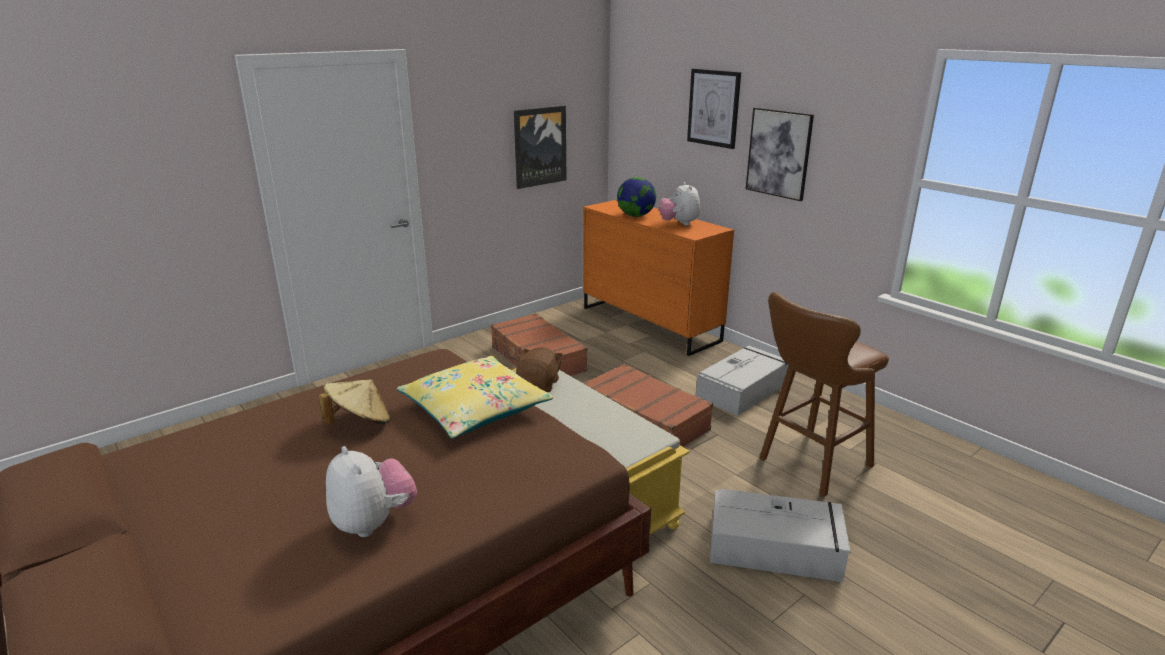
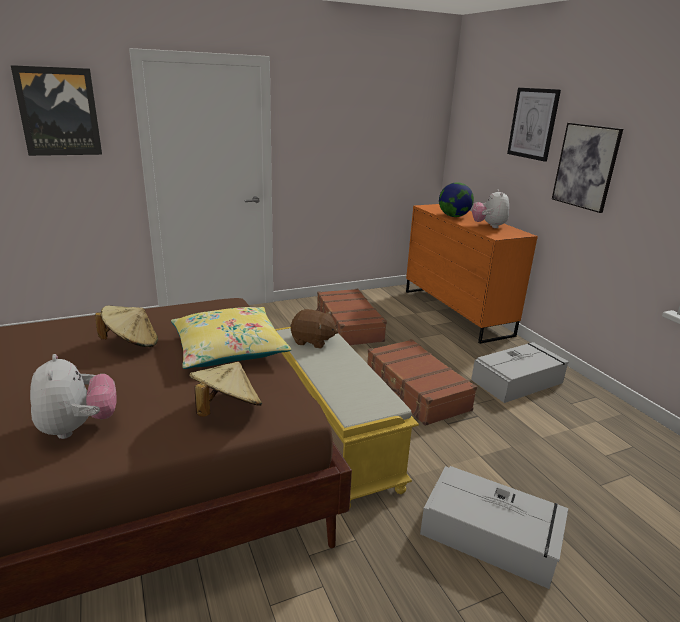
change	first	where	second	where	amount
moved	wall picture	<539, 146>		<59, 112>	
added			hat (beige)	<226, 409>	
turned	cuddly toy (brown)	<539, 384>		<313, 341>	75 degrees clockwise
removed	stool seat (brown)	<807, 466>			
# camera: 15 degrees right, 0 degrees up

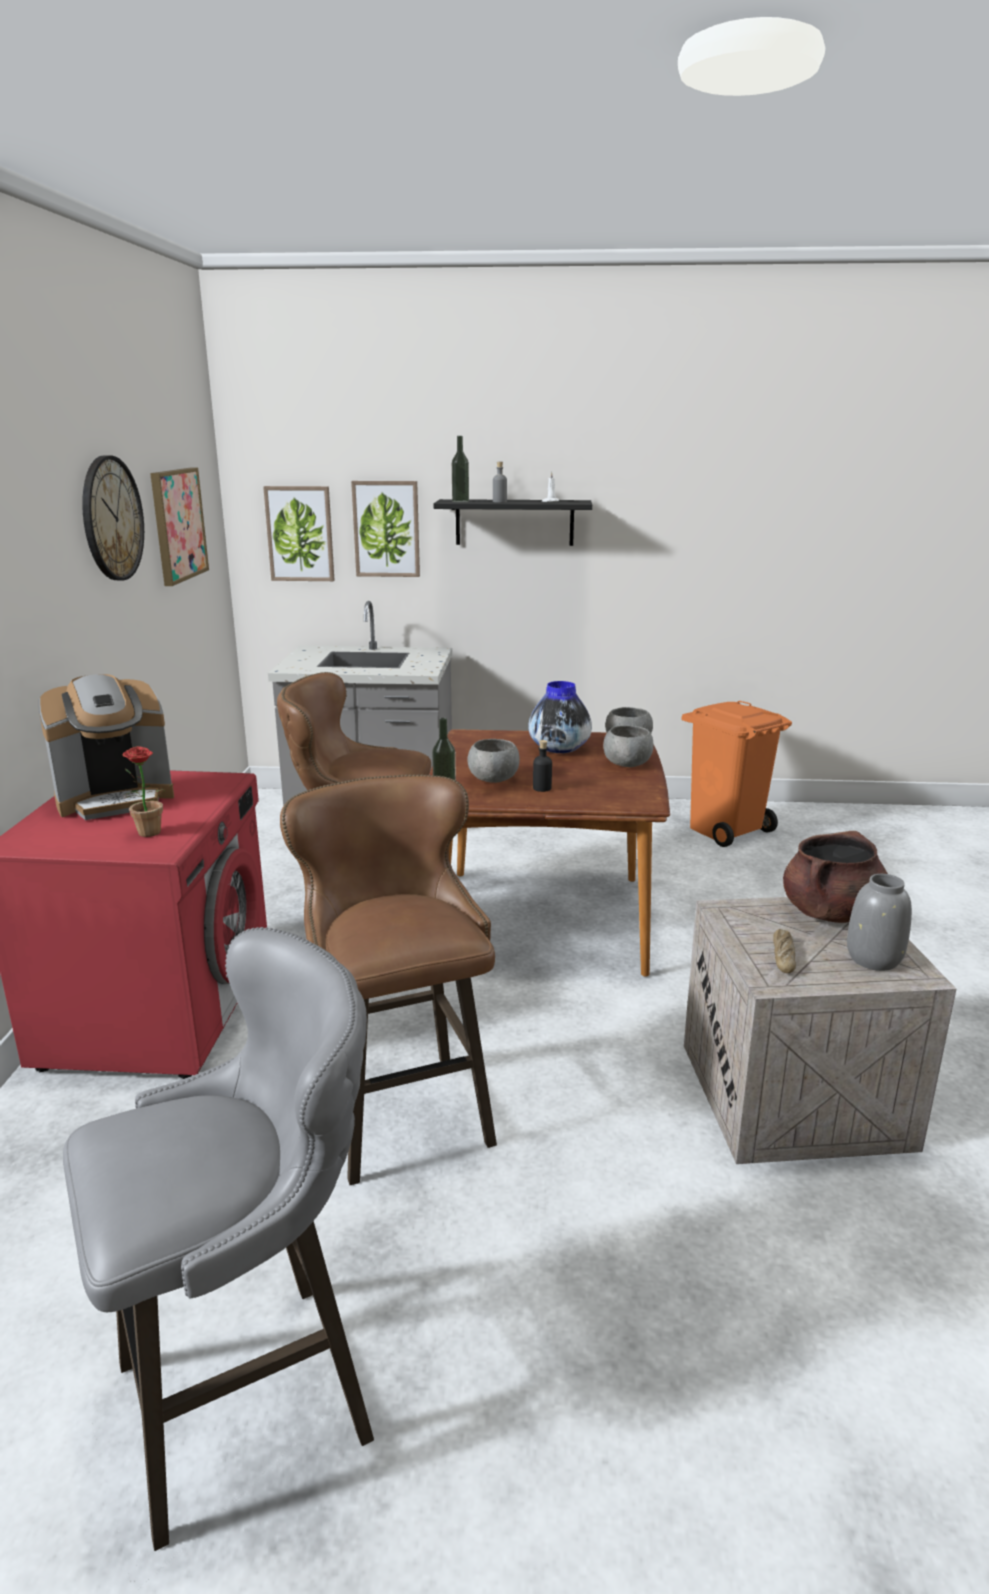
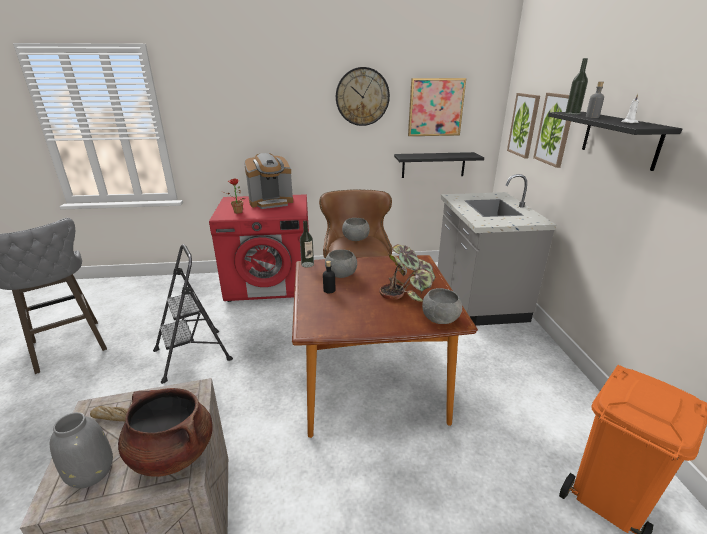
change	first	where	second	where	amount
replaced	stool seat (brown)	<401, 1110>	step stool (black-coloured)	<195, 353>	
turned	coffee maker	<116, 799>		<271, 202>	75 degrees counterclockwise
moved	serving bowl (grey)	<626, 764>		<355, 239>	
replaced	decorative vase	<559, 749>	plant in a pot	<408, 291>	
added			shelf (black-coloured)	<433, 165>	
# camera: 80 degrees right, 5 degrees up

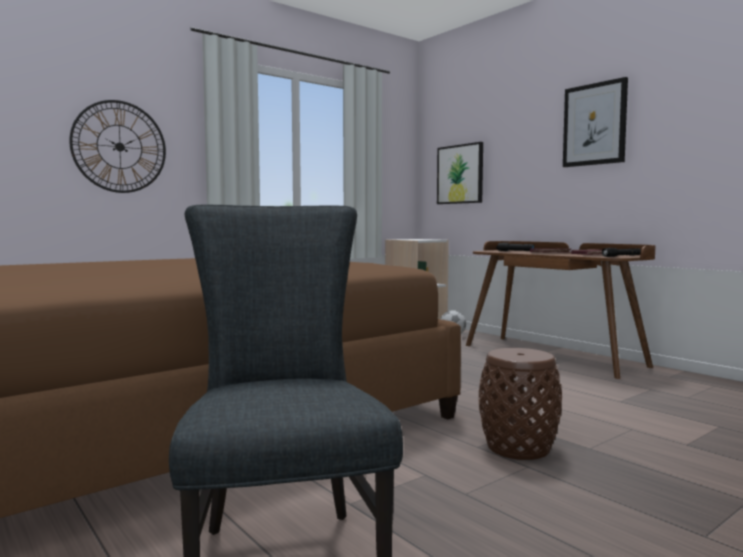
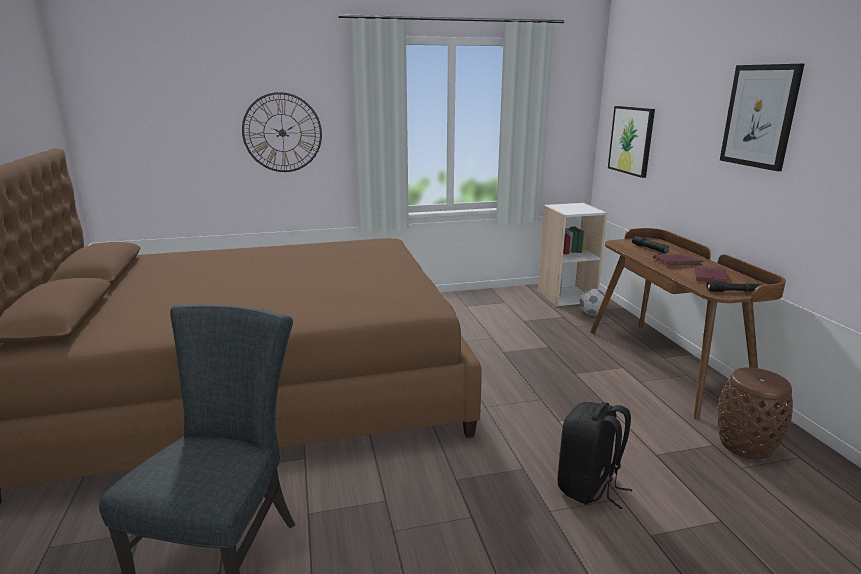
change	first	where	second	where	amount
added			knapsack (black-coloured)	<589, 487>	
moved	stool seat (brown)	<518, 448>		<745, 444>	
# camera: 25 degrees right, 15 degrees up

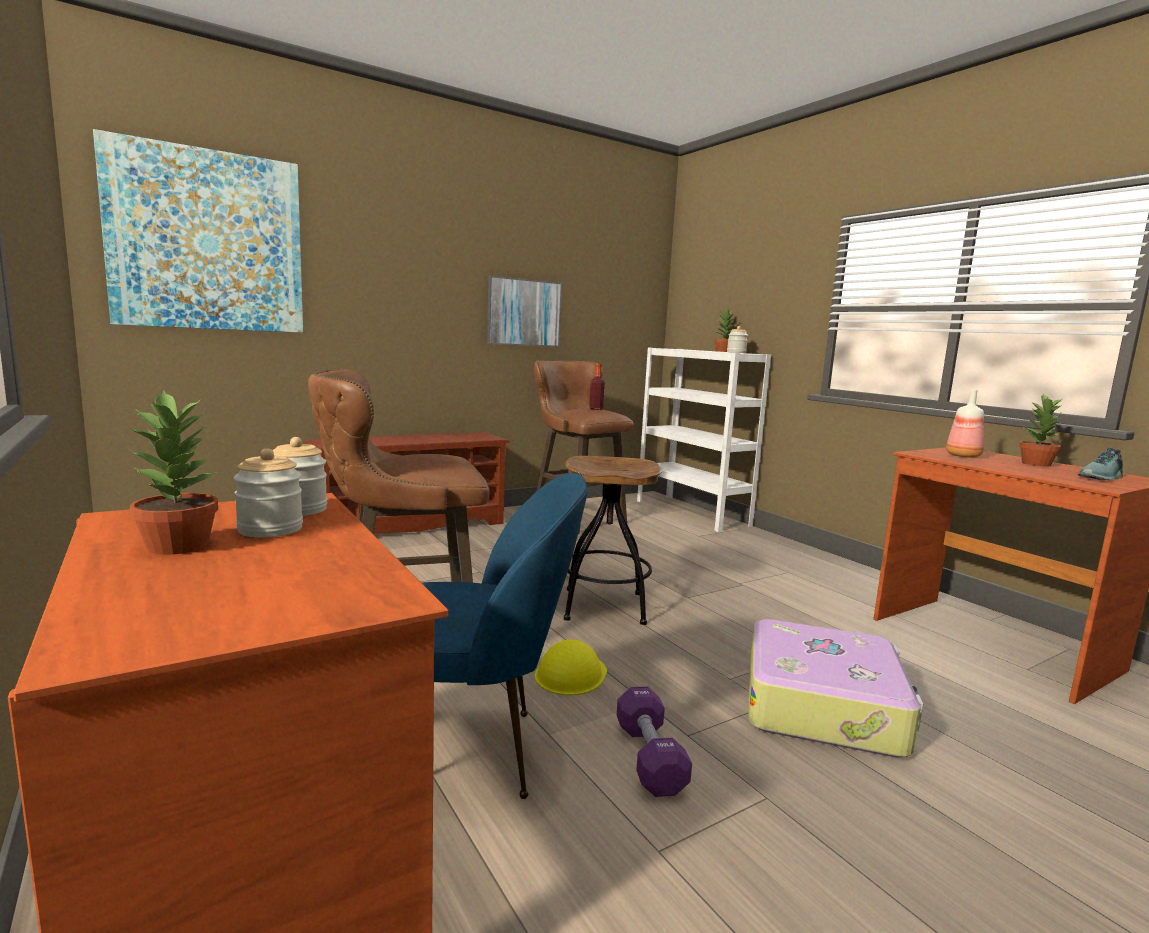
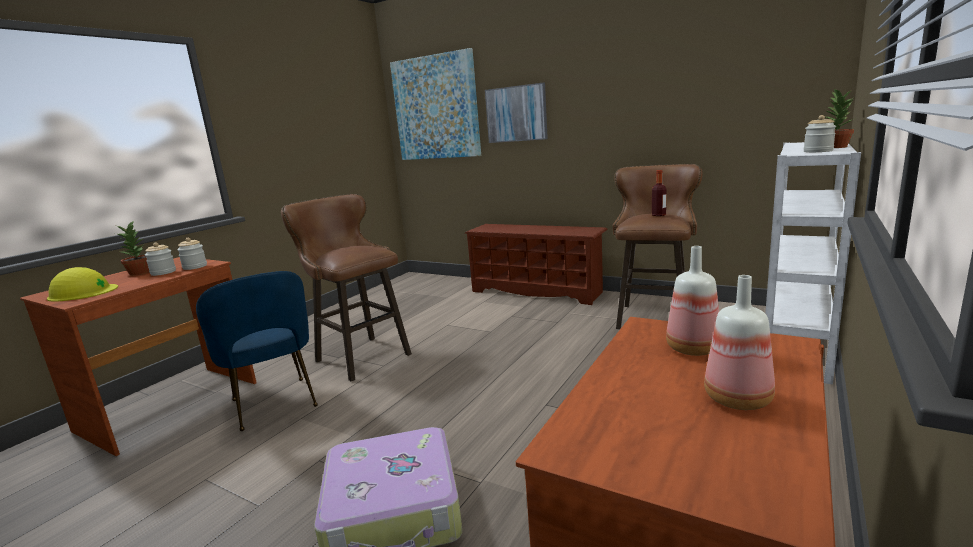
change	first	where	second	where	amount
moved	hard hat (yellowish)	<571, 674>		<83, 292>	
moved	wall picture	<524, 312>		<516, 114>	
replaced	plant in a pot	<1036, 464>	beverage bottle	<740, 399>	
removed	stool seat (brown)	<605, 606>			
removed	hand weight (purple-coloured)	<649, 758>			
removed	low shoe	<1102, 478>			
# camera: 65 degrees right, 5 degrees up

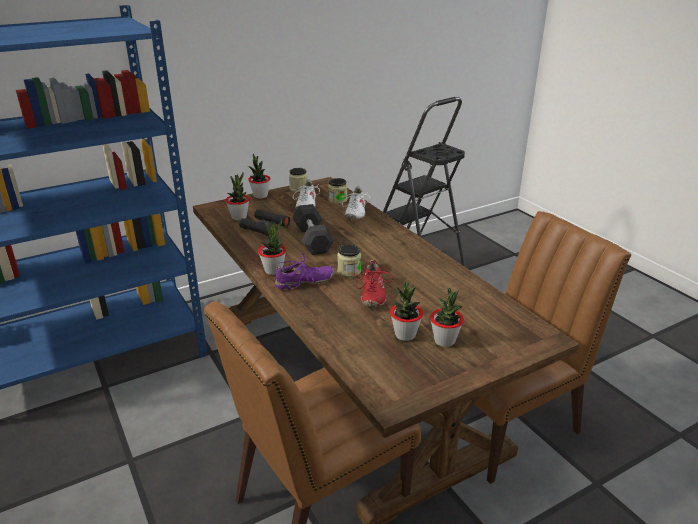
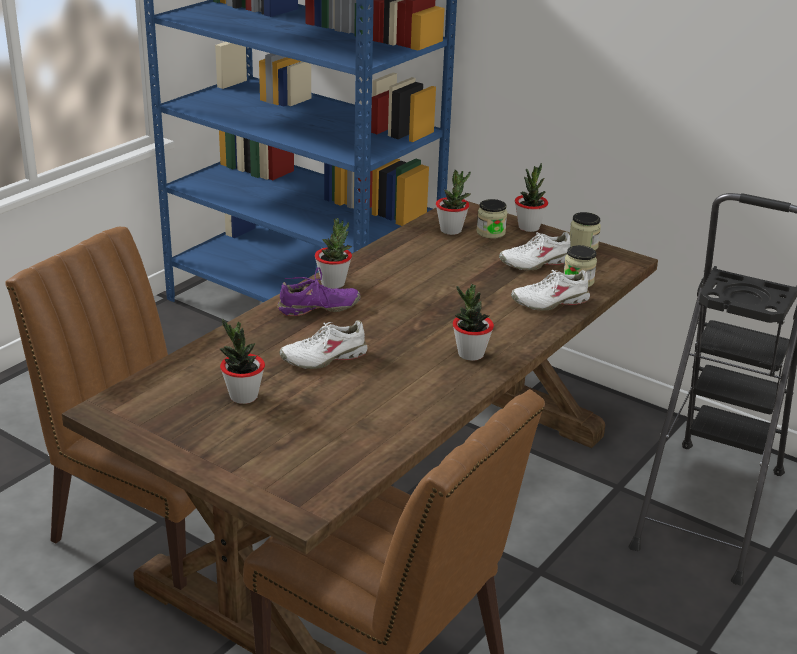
change	first	where	second	where	amount
turned	low shoe (purple-coloured)	<305, 283>		<318, 309>	60 degrees counterclockwise
recoloured	low shoe (red-coloured)	<372, 294>	low shoe (whitish)	<324, 358>	
moved	plant in a pot	<444, 341>		<470, 354>	
moved	storage jar	<349, 271>		<490, 232>	
removed	binoculars (black-coloured)	<265, 227>			
removed	hand weight (grey)	<312, 240>			
# camera: 65 degrees right, 0 degrees up

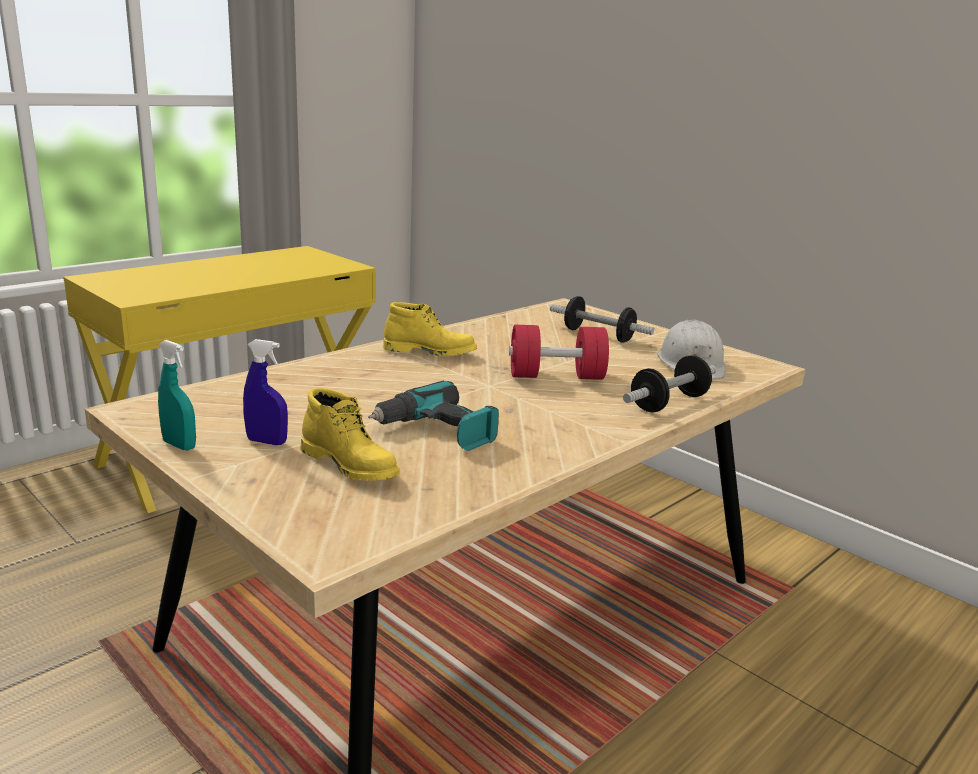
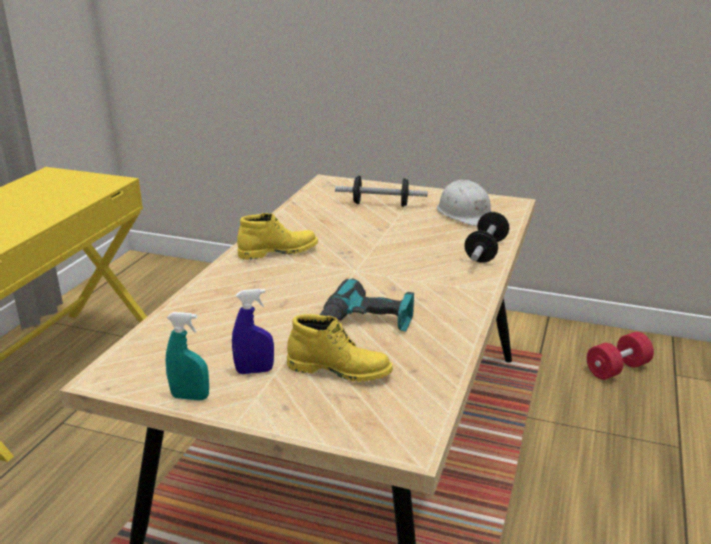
change	first	where	second	where	amount
moved	hand weight (red-coloured)	<556, 376>		<617, 369>	
# camera: 25 degrees left, 5 degrees up

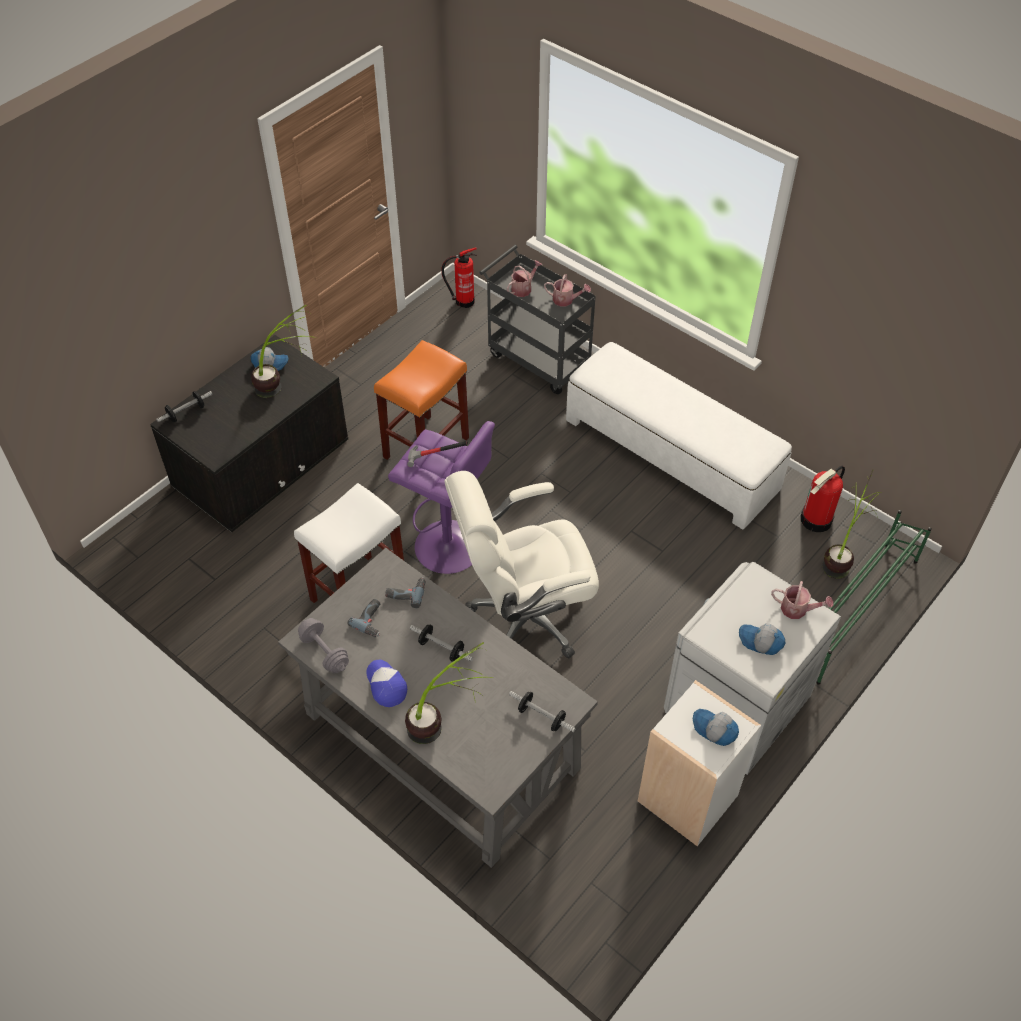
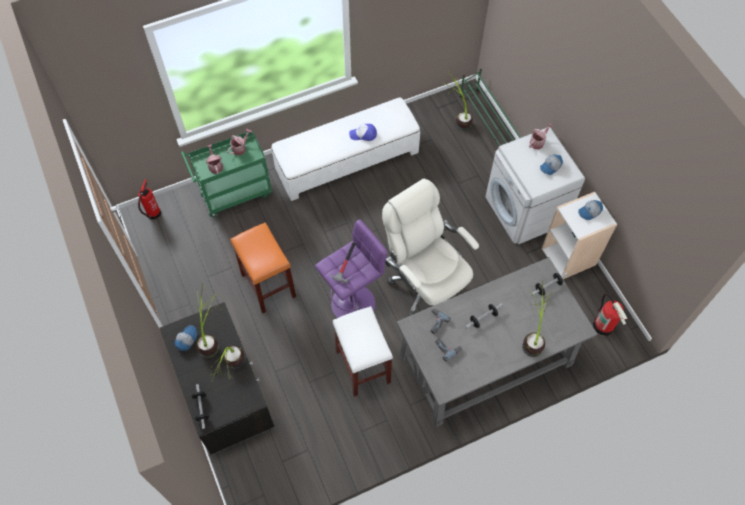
change	first	where	second	where	amount
recoloured	trolley (grey)	<536, 363>	trolley (green)	<234, 196>	
added			plant in a pot	<232, 371>	
moved	peaked cap	<386, 685>		<363, 134>	
turned	office chair (whitish)	<523, 619>		<425, 285>	135 degrees clockwise
moved	fire-fighting cylinder	<816, 520>		<604, 325>	
removed	hand weight (grey)	<324, 652>			
# camera: 65 degrees left, 10 degrees up

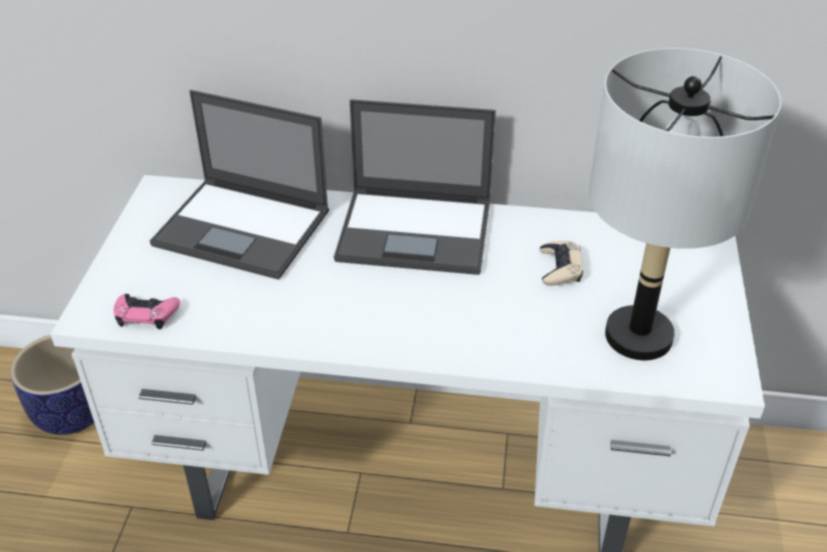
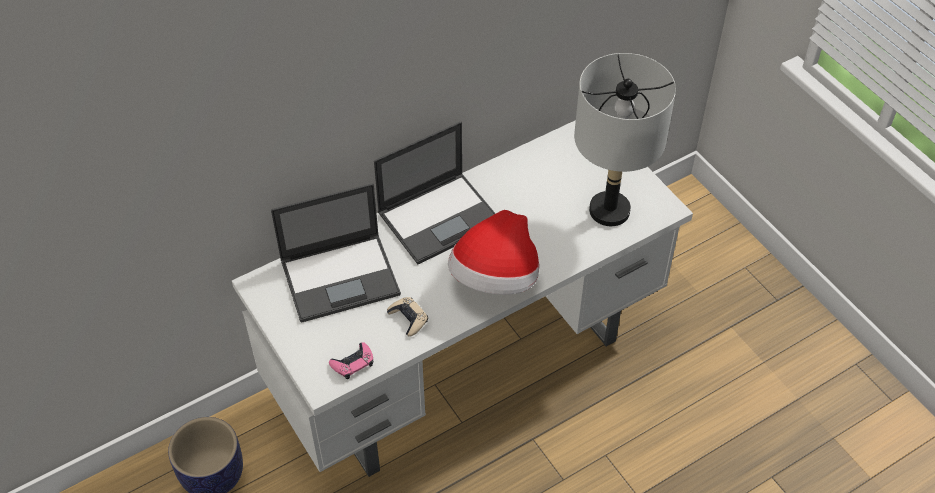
change	first	where	second	where	amount
moved	gamepad (beige)	<560, 268>		<408, 318>	
added			hat	<495, 278>	
# camera: 40 degrees left, 10 degrees up

